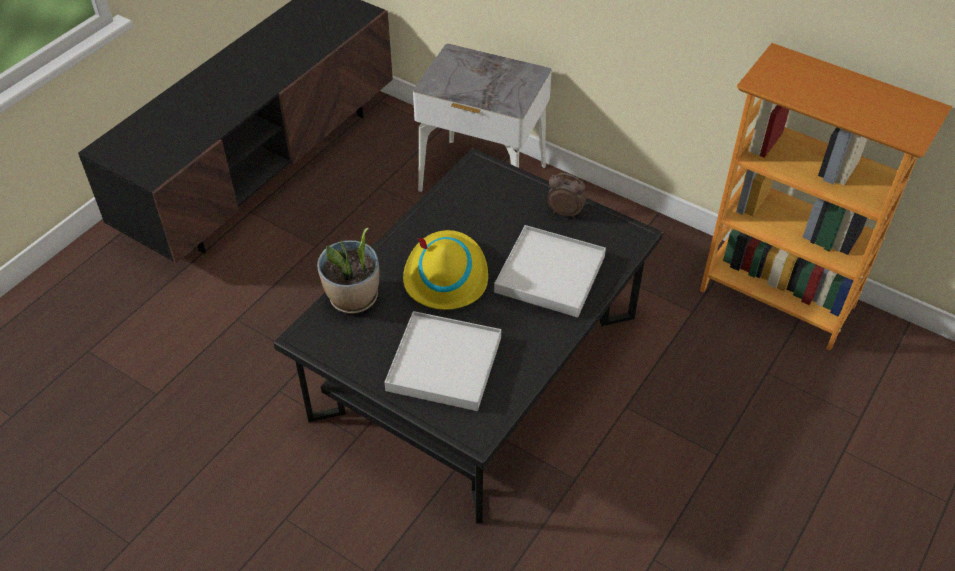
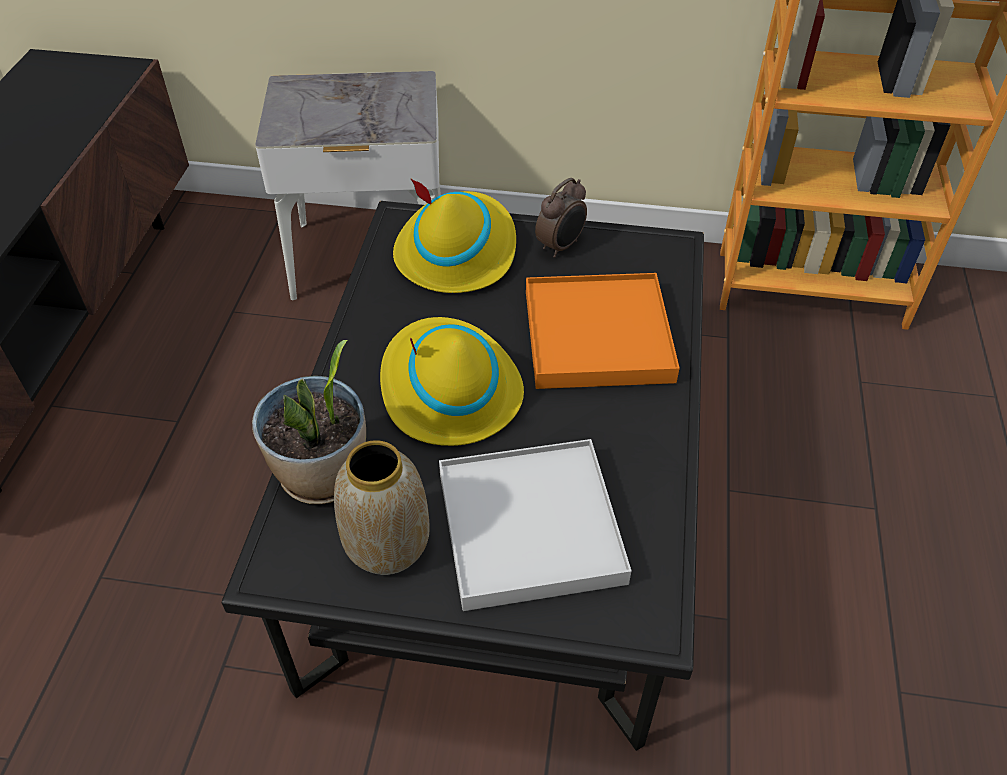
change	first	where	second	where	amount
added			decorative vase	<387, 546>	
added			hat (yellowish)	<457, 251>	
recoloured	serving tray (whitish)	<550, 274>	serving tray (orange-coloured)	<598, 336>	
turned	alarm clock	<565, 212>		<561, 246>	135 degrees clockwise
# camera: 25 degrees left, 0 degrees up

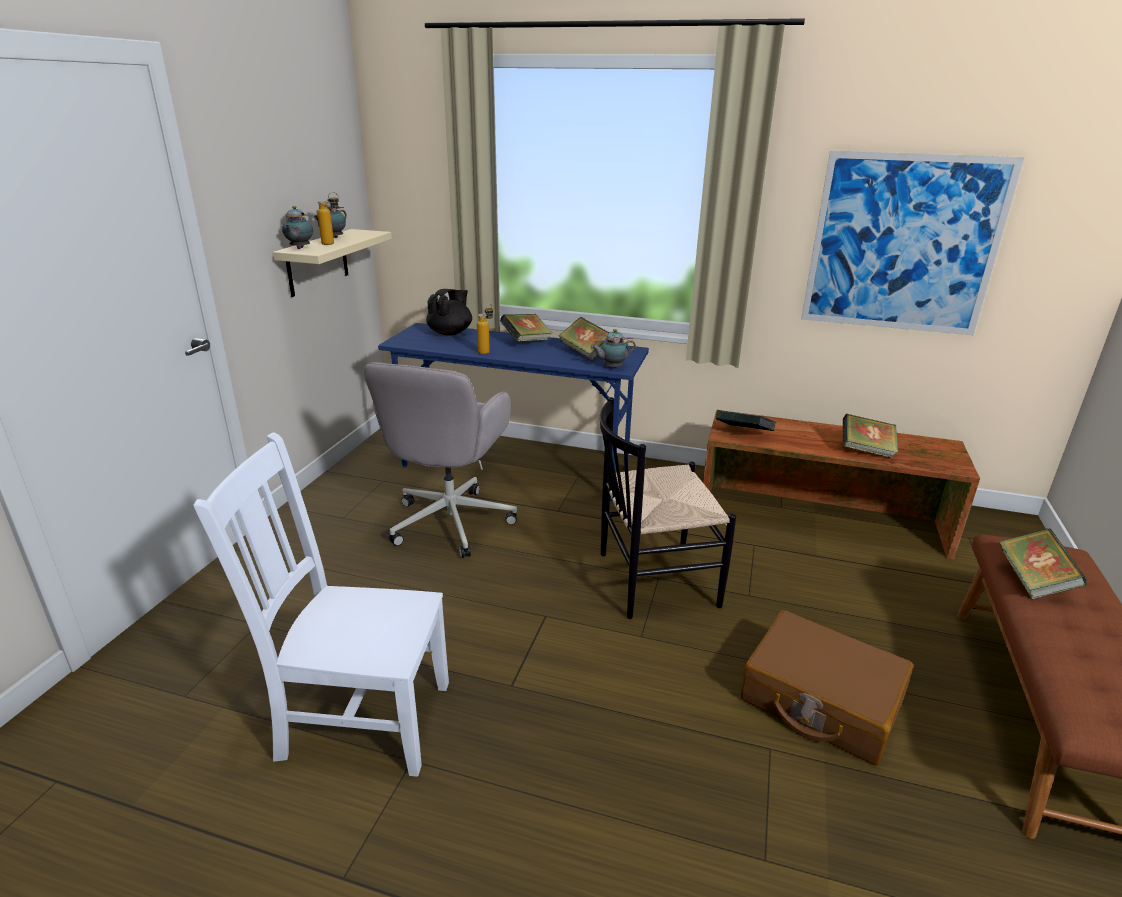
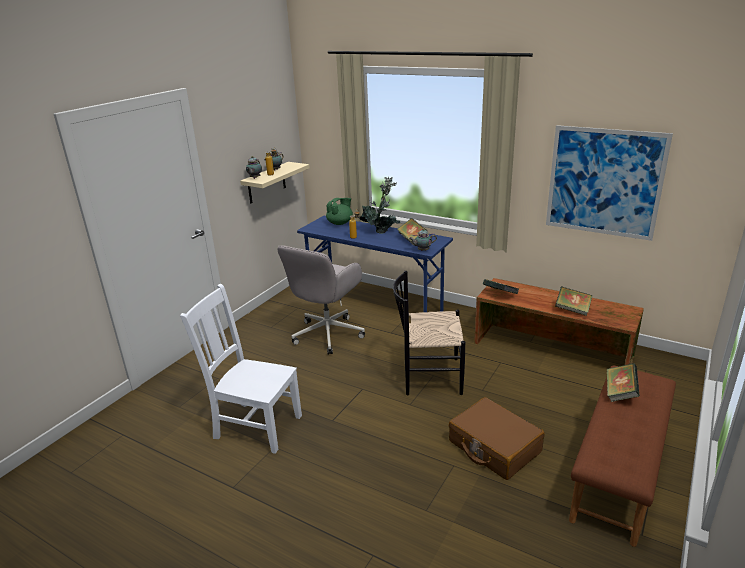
change	first	where	second	where	amount
recoloured	pot for tea (black-coloured)	<450, 333>	pot for tea (green)	<340, 223>	
replaced	bound book	<526, 341>	plant in a pot	<381, 231>	
# camera: 15 degrees right, 0 degrees up

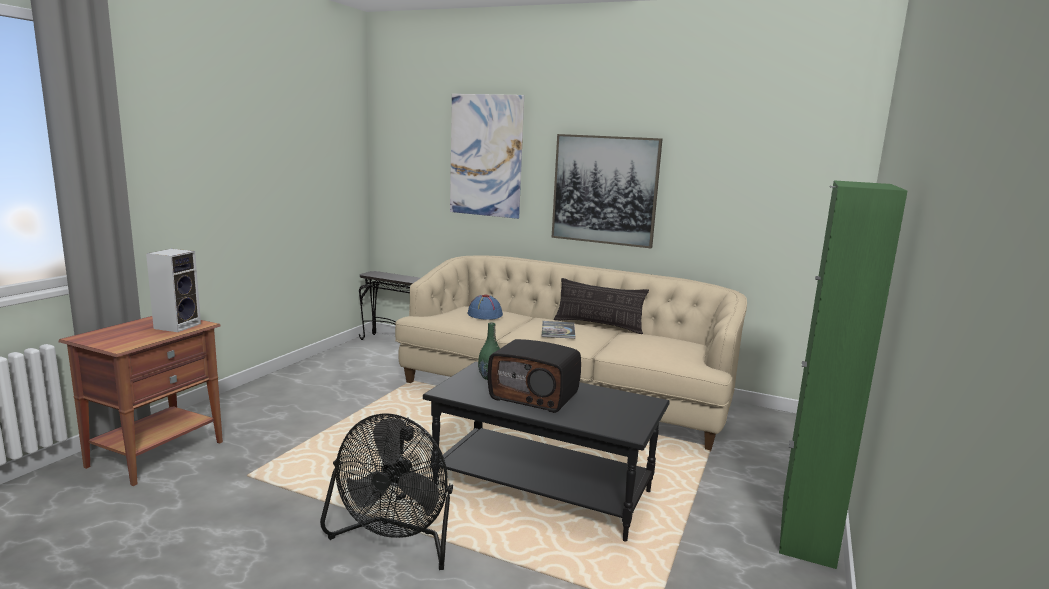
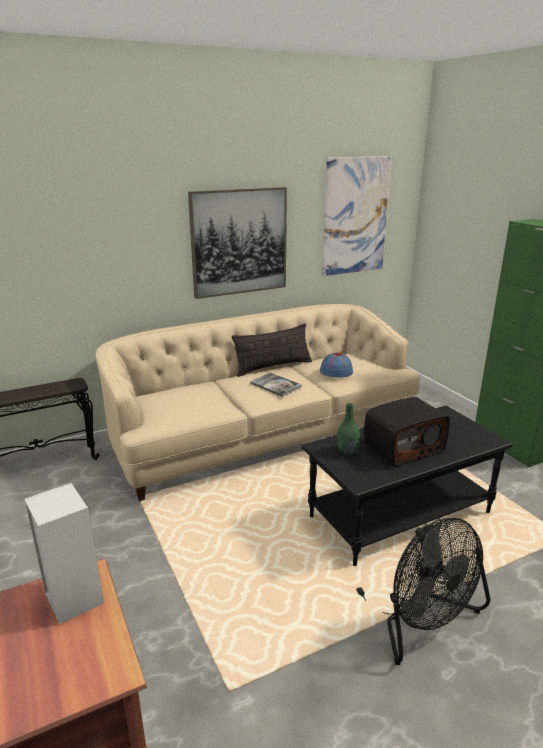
change	first	where	second	where	amount
moved	hat (blue)	<484, 314>		<336, 371>	
moved	wall picture	<485, 156>		<355, 216>	
# camera: 50 degrees left, 10 degrees up

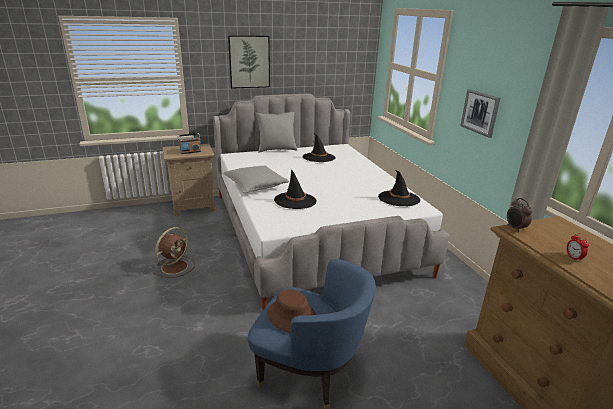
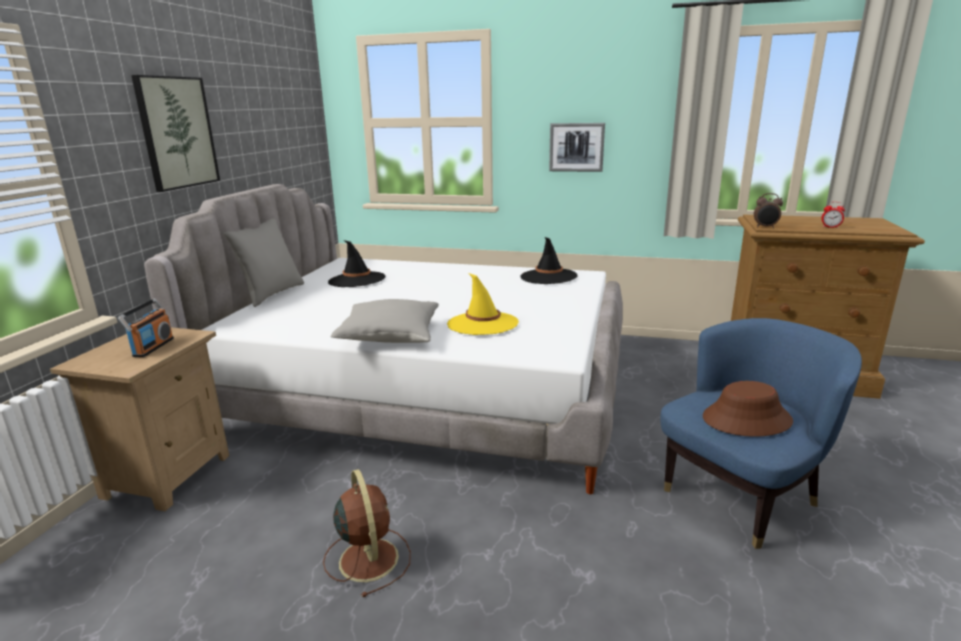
change	first	where	second	where	amount
recoloured	hat (black-coloured)	<295, 201>	hat (yellowish)	<482, 324>	
# camera: 55 degrees left, 5 degrees down

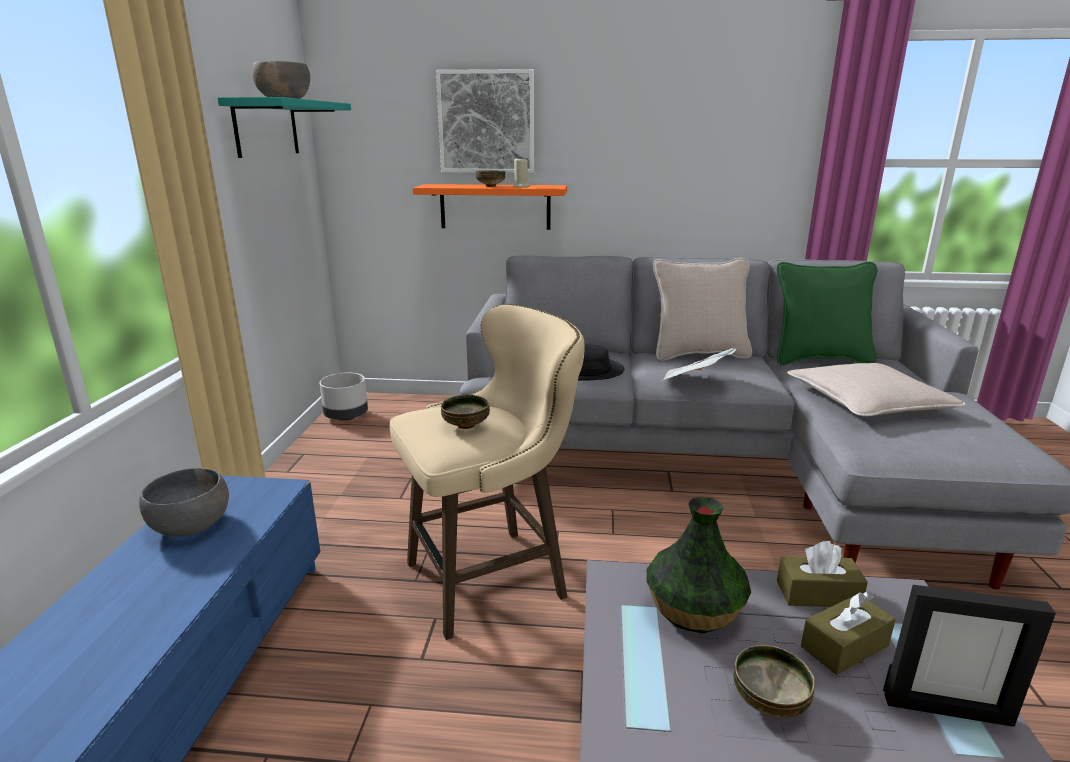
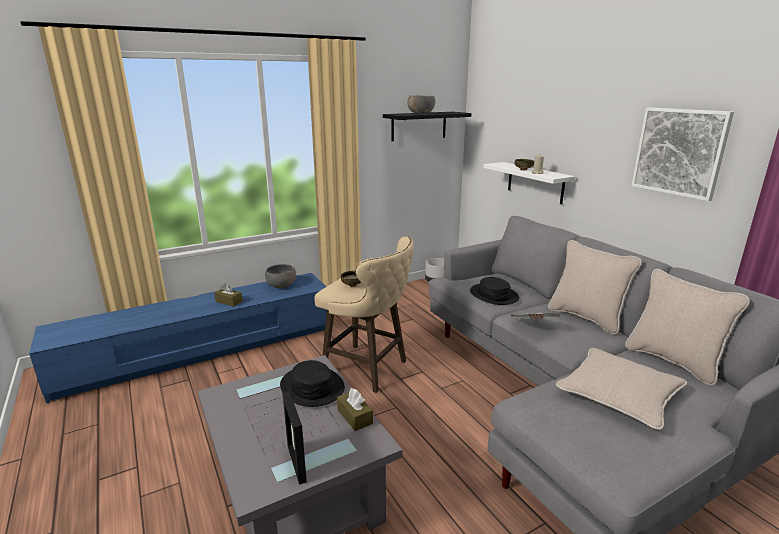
change	first	where	second	where	amount
moved	tissue box (brown)	<844, 646>		<229, 301>	
replaced	decorative vase	<695, 610>	hat (black-coloured)	<312, 387>	
recoloured	shelf (turquoise-coloured)	<266, 128>	shelf (black-coloured)	<419, 126>	
recoloured	shelf (orange-coloured)	<495, 206>	shelf (whitish)	<535, 182>	
recoloured	pillow (green)	<819, 359>	pillow (beige)	<672, 361>	
moved	wall picture	<486, 122>		<679, 152>	
removed	serving bowl	<770, 701>			
# camera: 55 degrees right, 0 degrees up

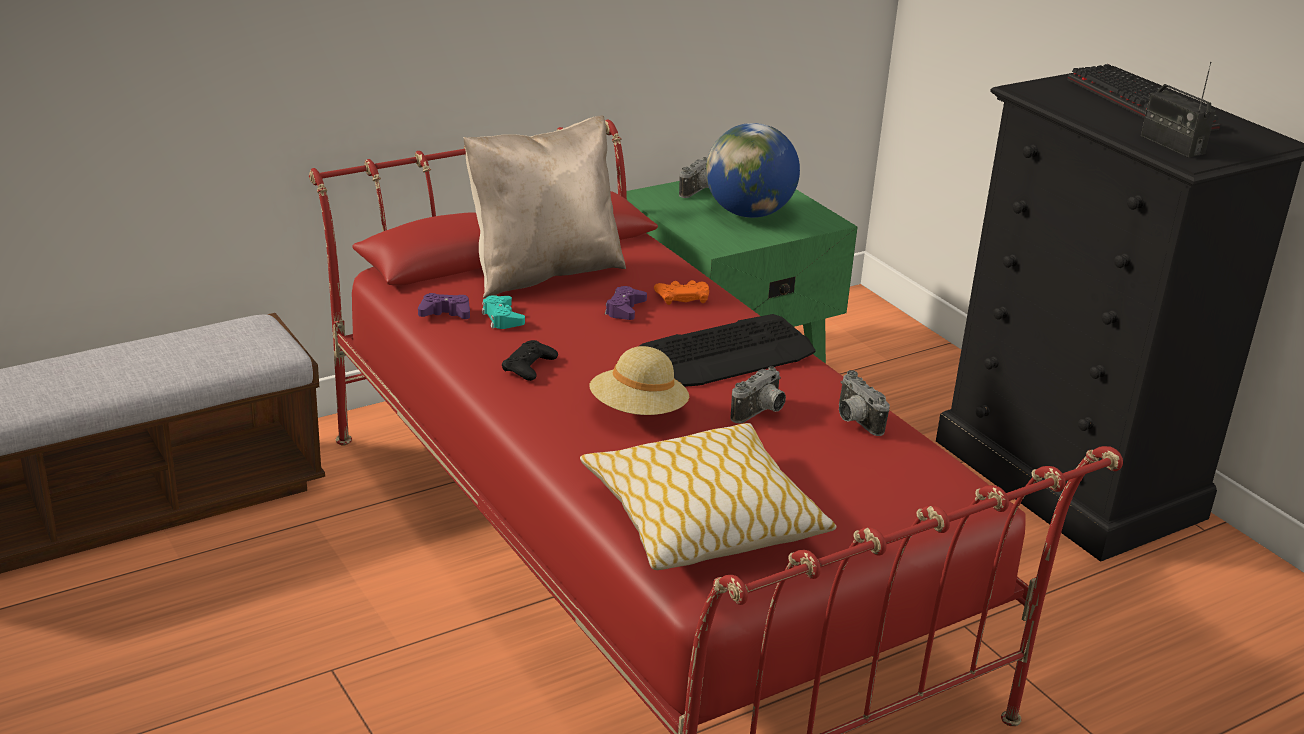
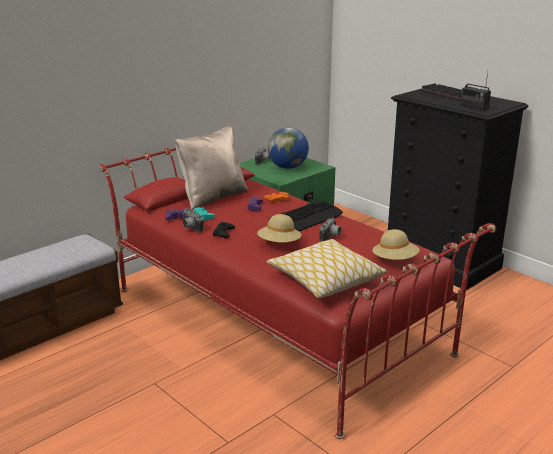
change	first	where	second	where	amount
moved	still camera	<854, 421>		<190, 228>	
added			hat (beige)	<395, 260>	
# camera: 10 degrees left, 5 degrees down

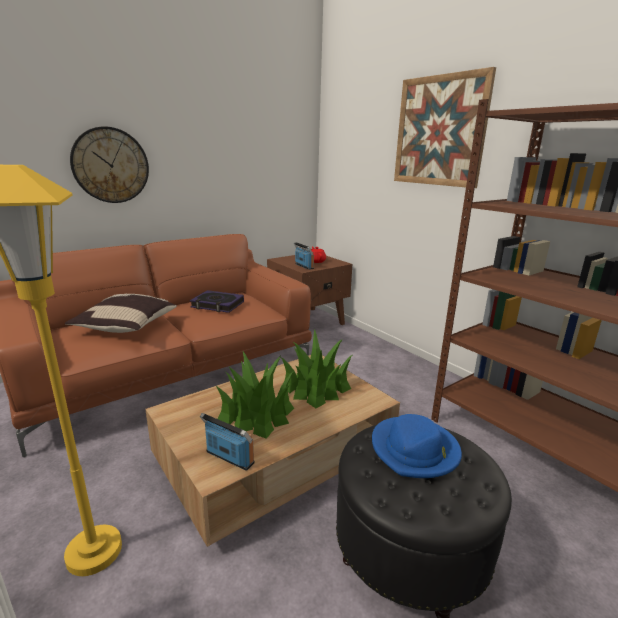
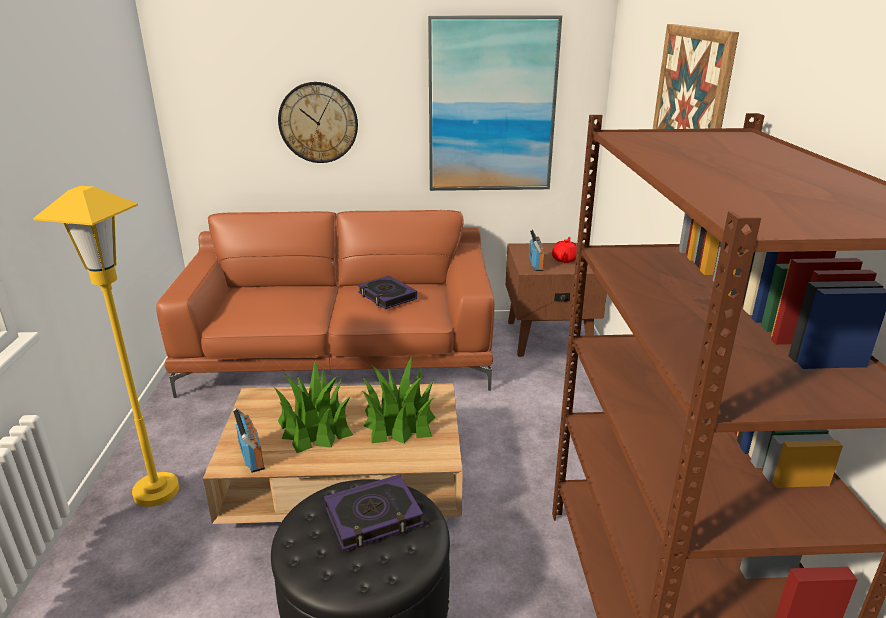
change	first	where	second	where	amount
replaced	hat (blue)	<415, 450>	bound book	<373, 517>	
added			wall picture	<491, 106>	
removed	pillow	<126, 325>			
# camera: 35 degrees right, 5 degrees up

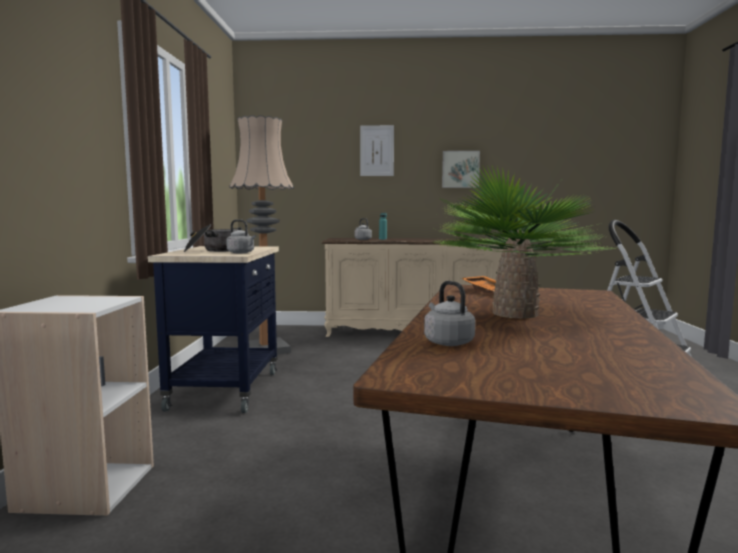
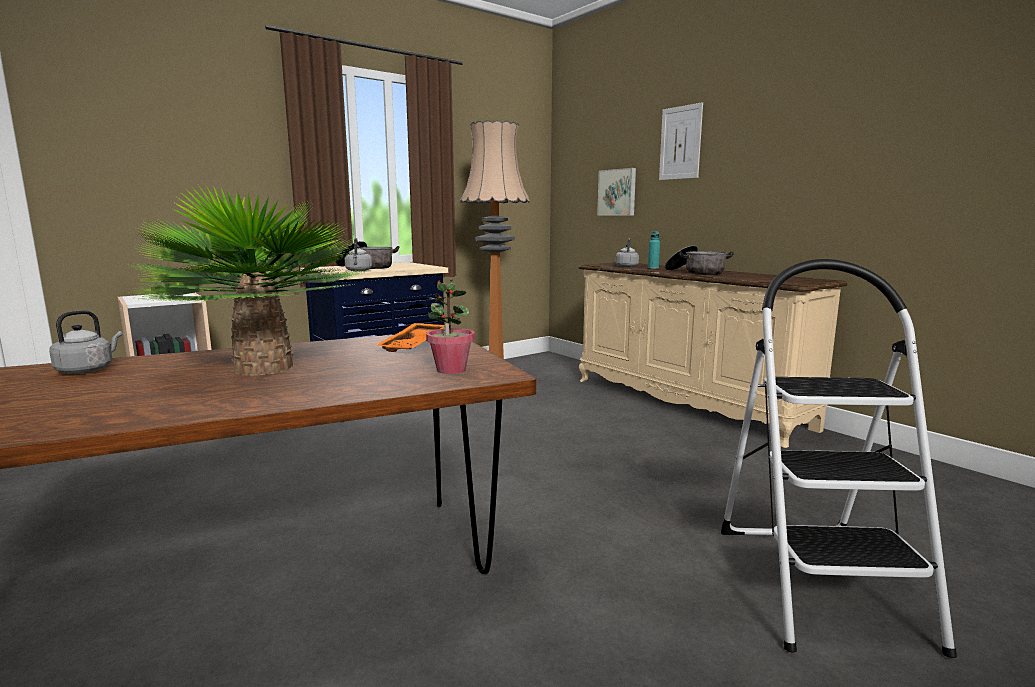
change	first	where	second	where	amount
added			plant in a pot	<451, 370>	
moved	wall picture	<460, 169>		<617, 192>	
added			cooking pot	<695, 272>	
# camera: 50 degrees right, 5 degrees up

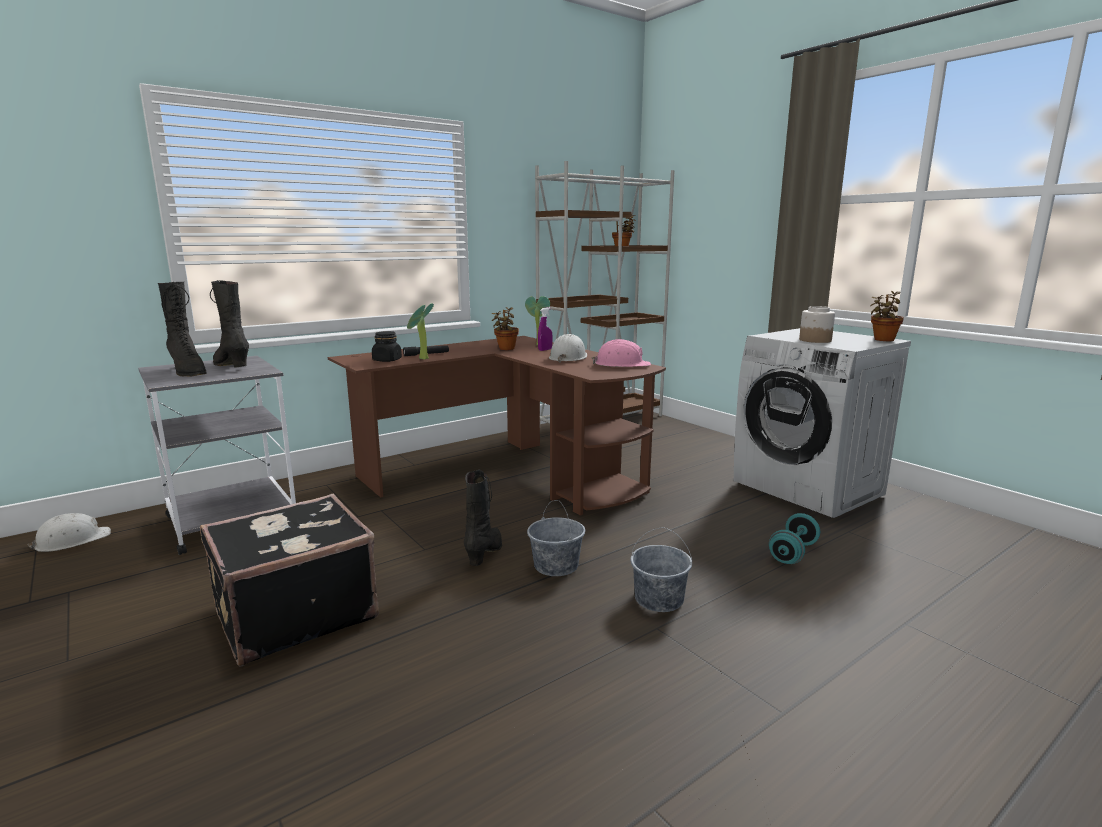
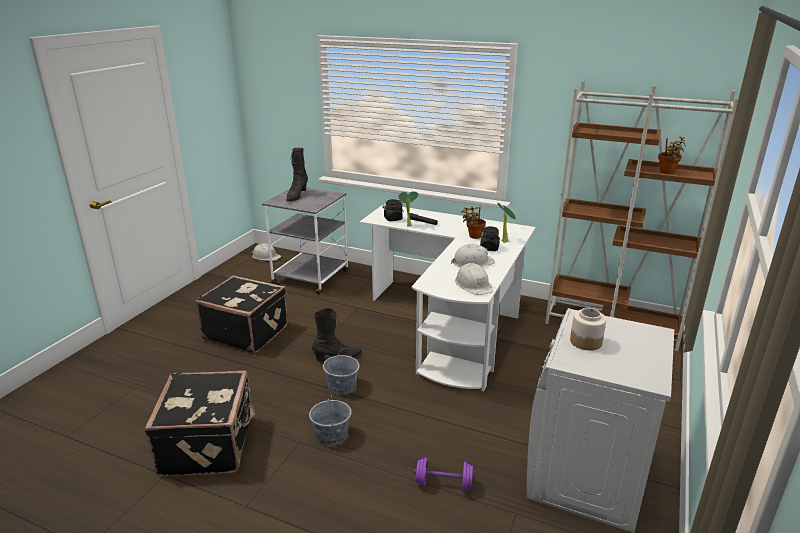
change	first	where	second	where	amount
added			travel case (black-coloured)	<210, 444>	
recoloured	desk unit (brown)	<506, 472>	desk unit (whitish)	<452, 324>	
recoloured	hand weight (turquoise-coloured)	<793, 553>	hand weight (purple-coloured)	<444, 484>	
recoloured	hard hat (pinkish)	<621, 364>	hard hat (whitish)	<473, 285>	
replaced	hand sprayer (purple-coloured)	<545, 350>	storage jar (black-coloured)	<489, 248>	
removed	high-top boot (black-coloured)	<232, 366>			
removed	plant in a pot	<883, 340>			
# camera: 60 degrees right, 10 degrees up

